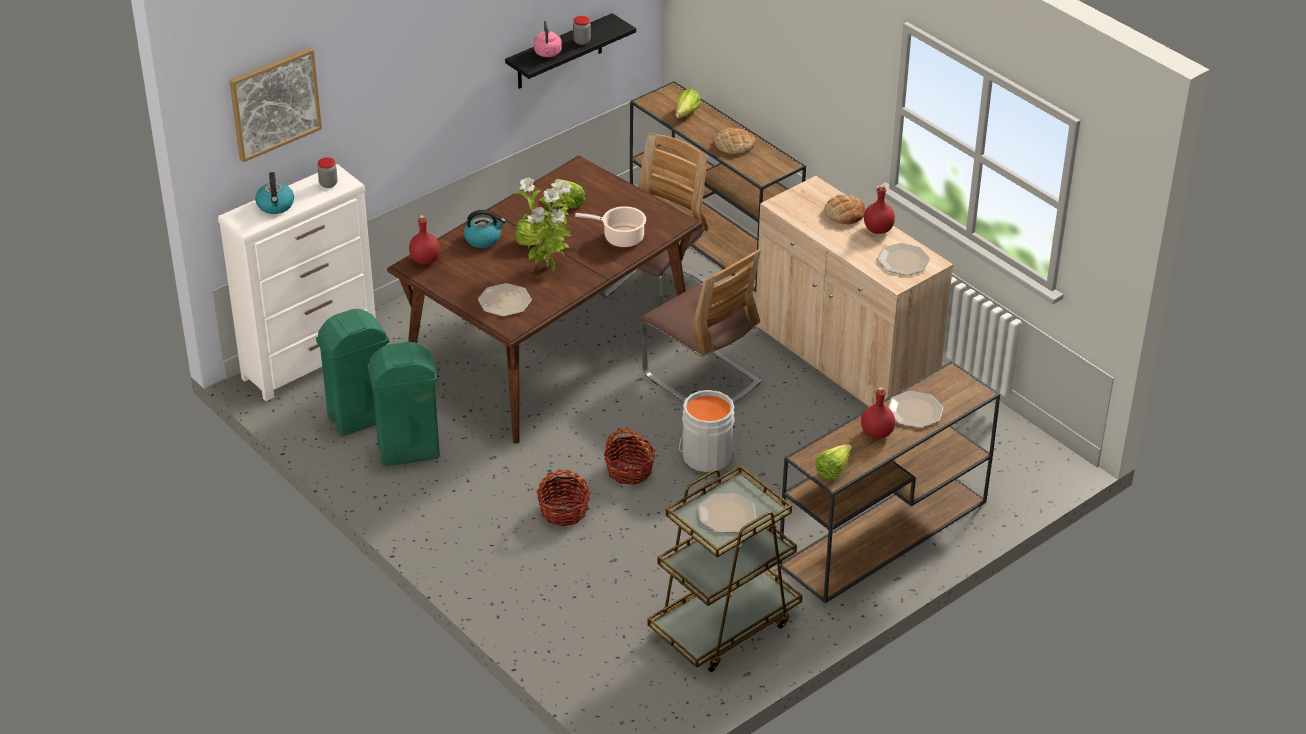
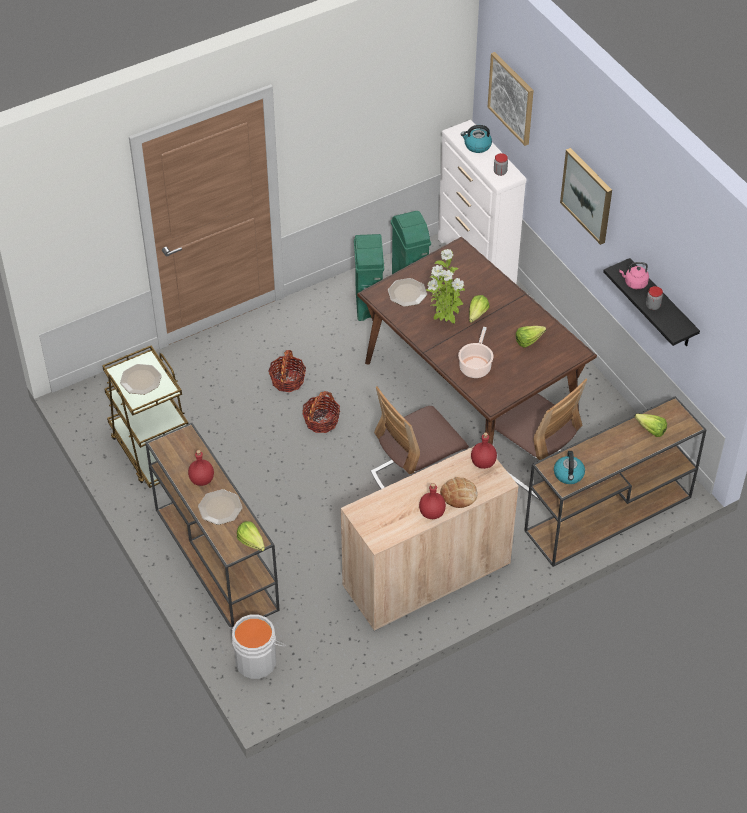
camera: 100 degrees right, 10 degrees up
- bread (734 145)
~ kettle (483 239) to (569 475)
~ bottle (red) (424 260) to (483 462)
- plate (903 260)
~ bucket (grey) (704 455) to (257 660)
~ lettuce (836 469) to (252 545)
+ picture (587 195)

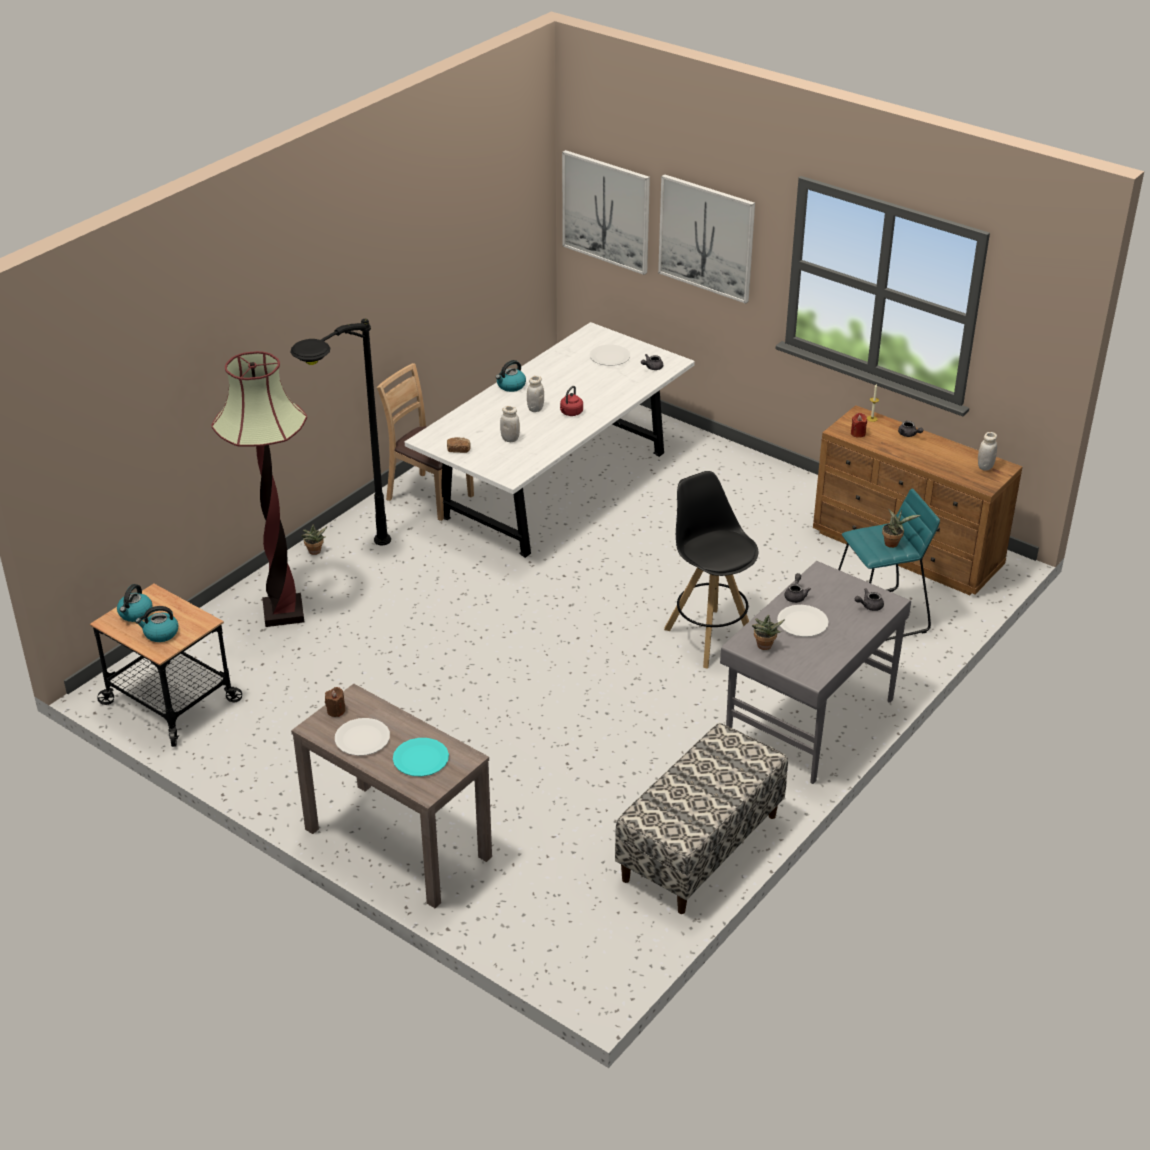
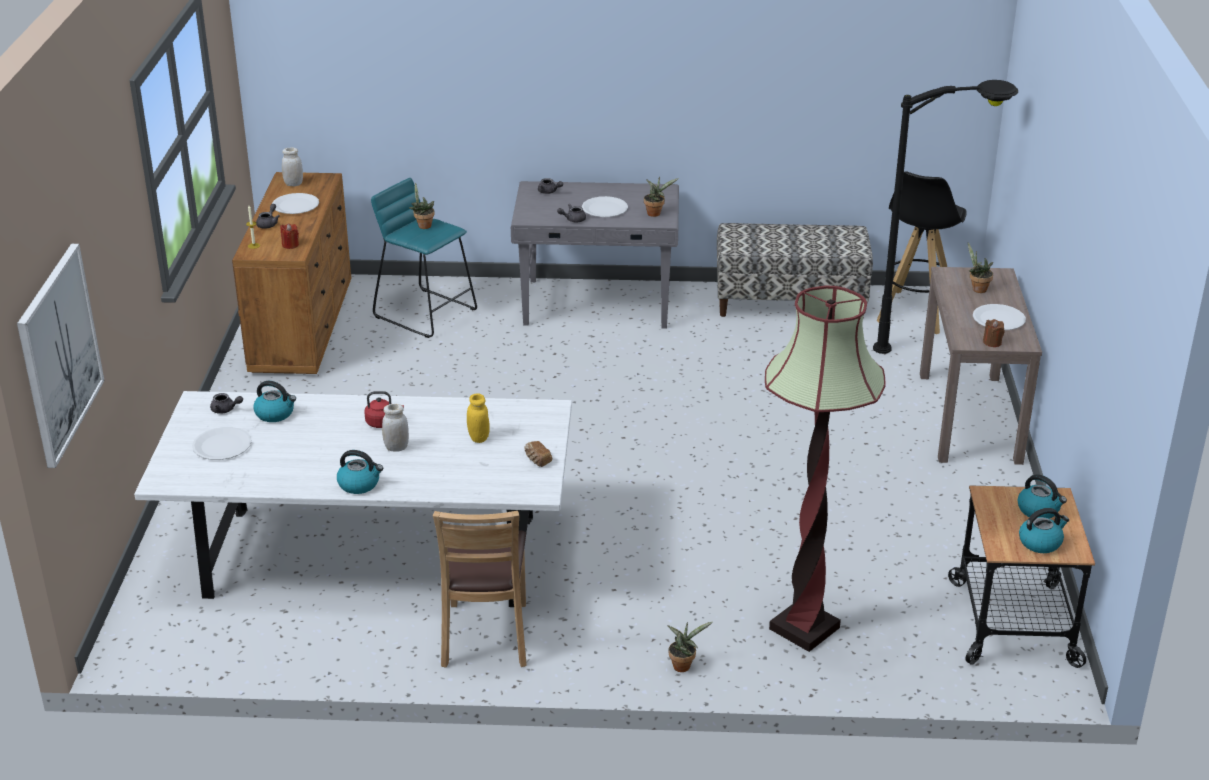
camera: 125 degrees left, 5 degrees down
- picture (706 238)
~ floor lamp (black) (348 567) to (940 348)
~ jar (white) (510 439) to jar (yellow) (478 438)
~ stool (black) (709 636) to (916 312)
~ plate (turquoise) (420 758) to potted plant (977 289)
+ plate (white) (295 205)
+ kettle (275 414)

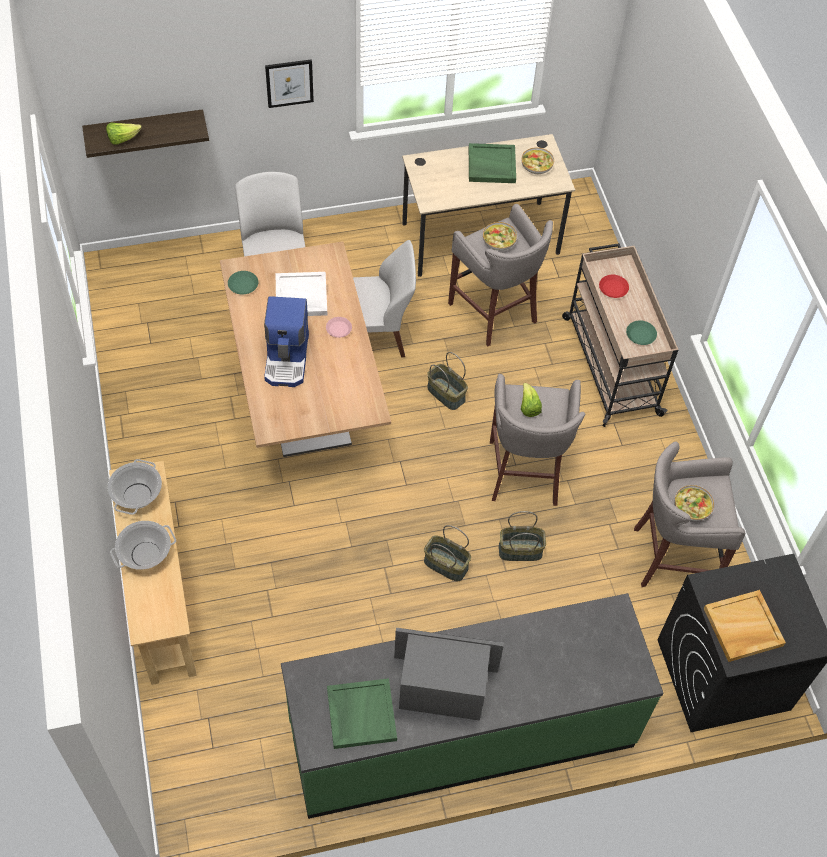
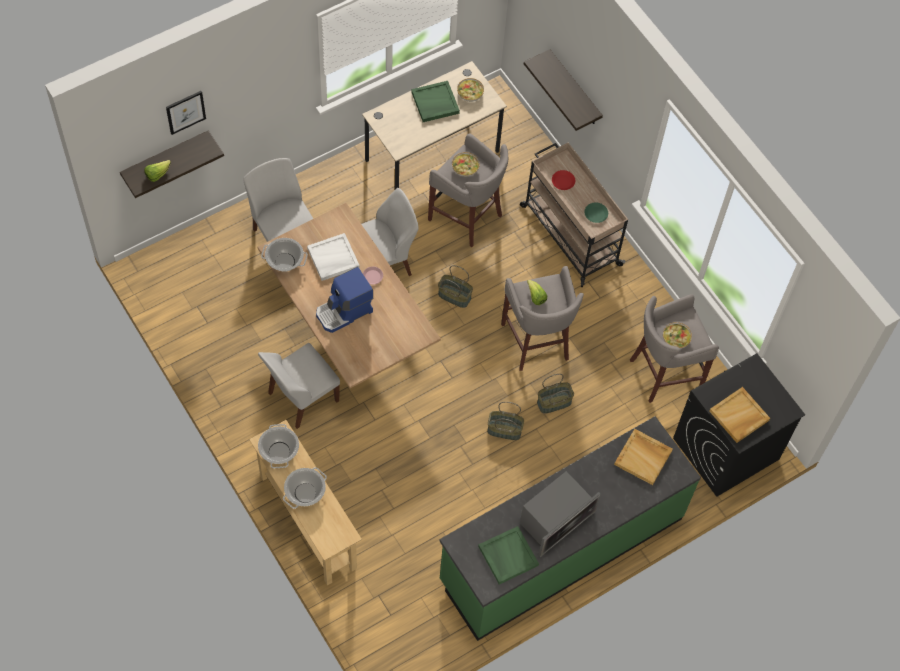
camera: 20 degrees left, 5 degrees up
~ picture (289 83) to (185 112)
~ plate (green) (243 285) to cooking pot (285 262)
~ coffee machine (287 358) = (344 312) 75 degrees clockwise
~ microwave (442 687) = (554 520) 150 degrees clockwise
+ shelf (574 89)
+ chair (white) (301 398)
+ tray (beige) (643 457)

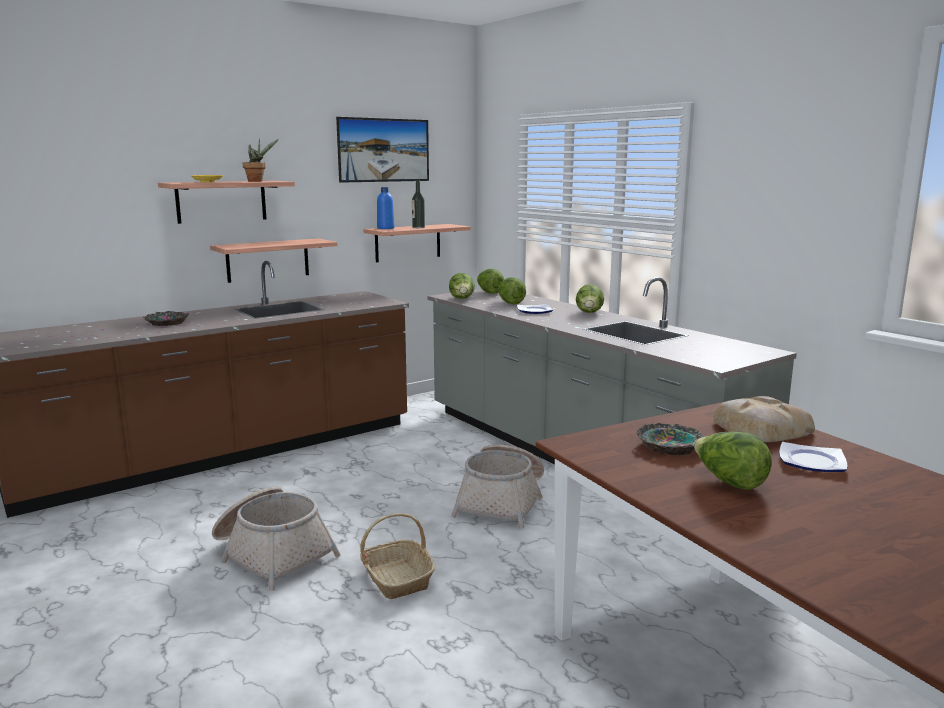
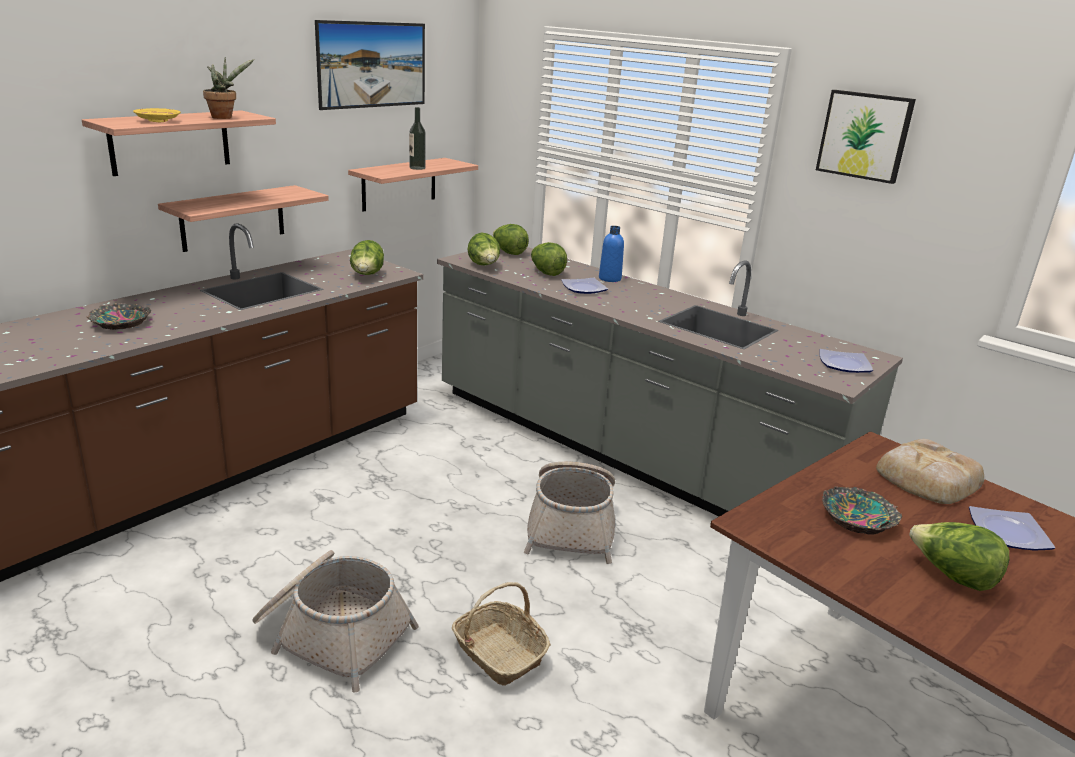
camera: 15 degrees left, 10 degrees up
~ bottle (blue) (385 228) to (609 279)
~ lettuce (589 313) to (367 275)
+ picture (865 135)
+ plate (843 364)

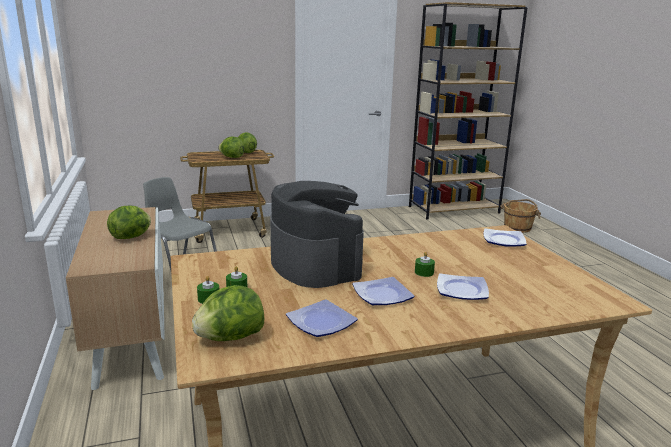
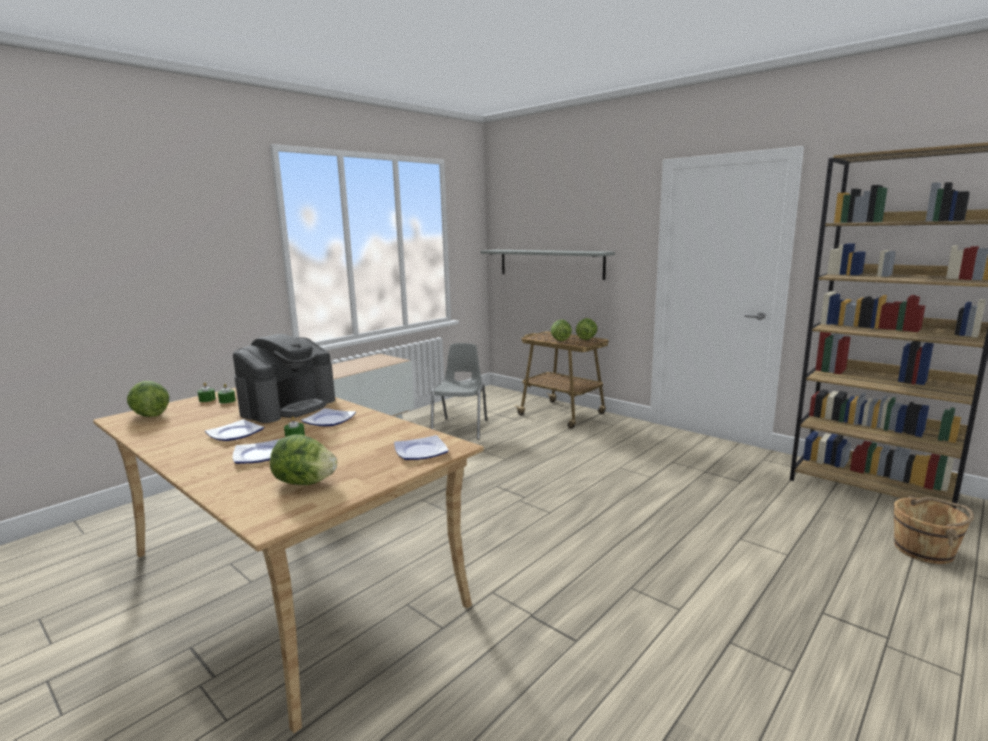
camera: 60 degrees right, 5 degrees down
~ lettuce (131 237) to (305 483)
~ plate (321 322) to (330 420)
+ shelf (grey) (550 263)

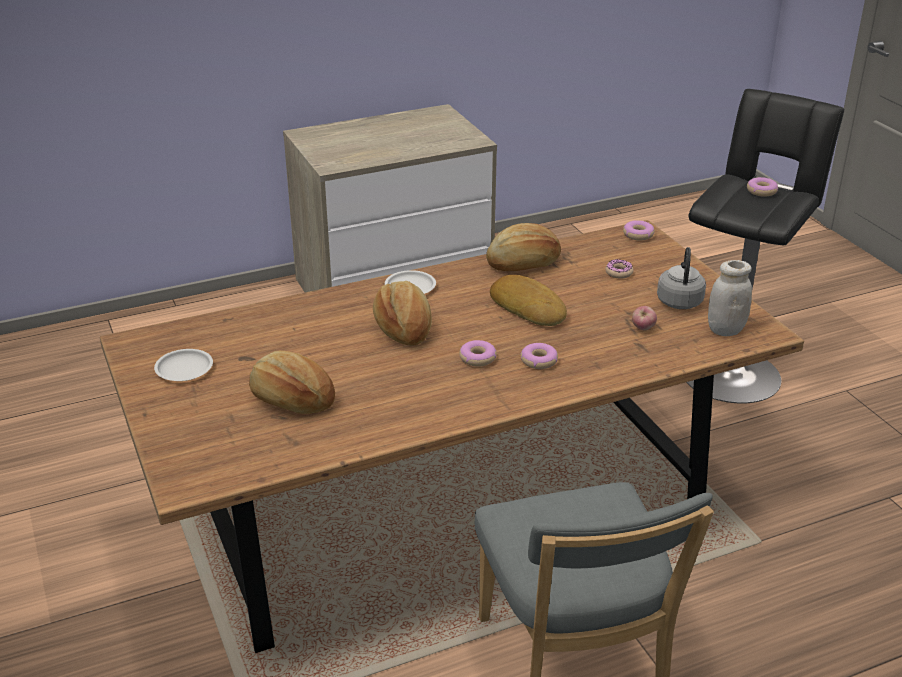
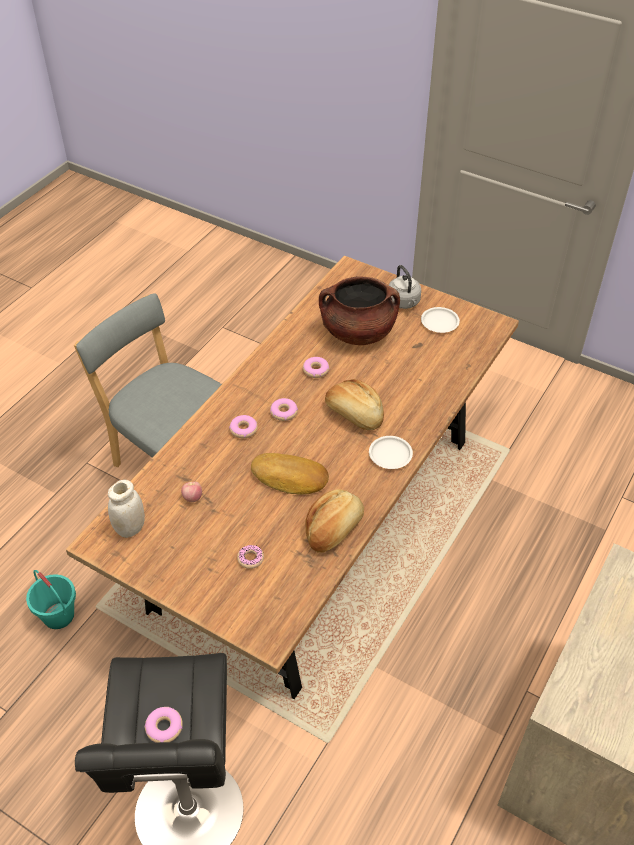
camera: 145 degrees right, 15 degrees up
~ donut (638 235) to (316 370)
~ kettle (grey) (679 300) to (404 303)
~ bread (292 399) to cooking pot (brown) (358 332)
+ bucket (turquoise) (58 615)

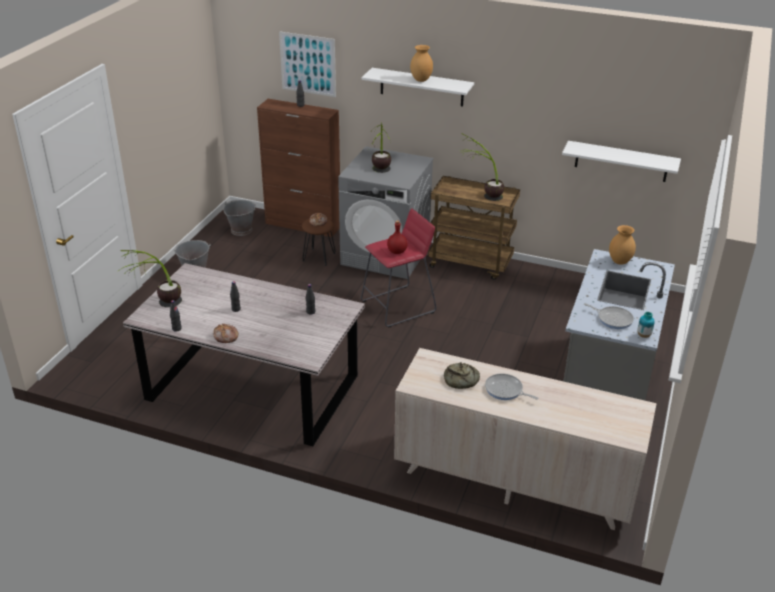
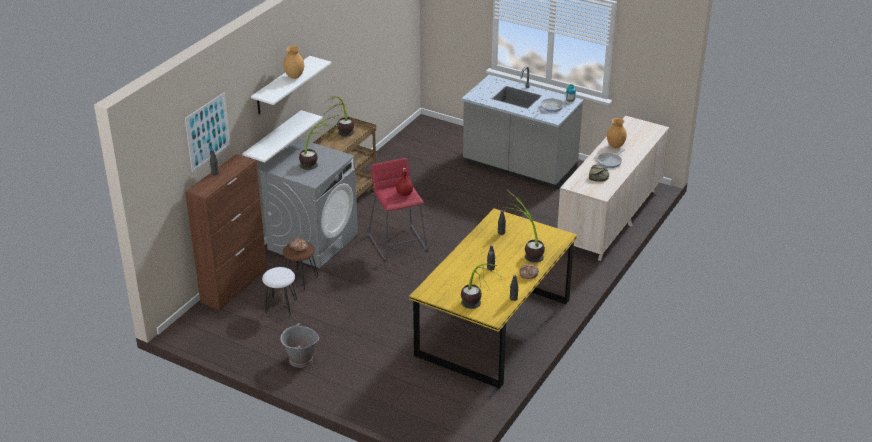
camera: 80 degrees left, 0 degrees up
~ shelf (white) (621 161) to (273 141)
- bucket (grey) (241 230)
~ vase (brown) (620 261) to (615 146)
~ dining table (grey) (252 388) to dining table (yellow) (494 327)
+ potted plant (525 252)
+ stool (white) (281 306)

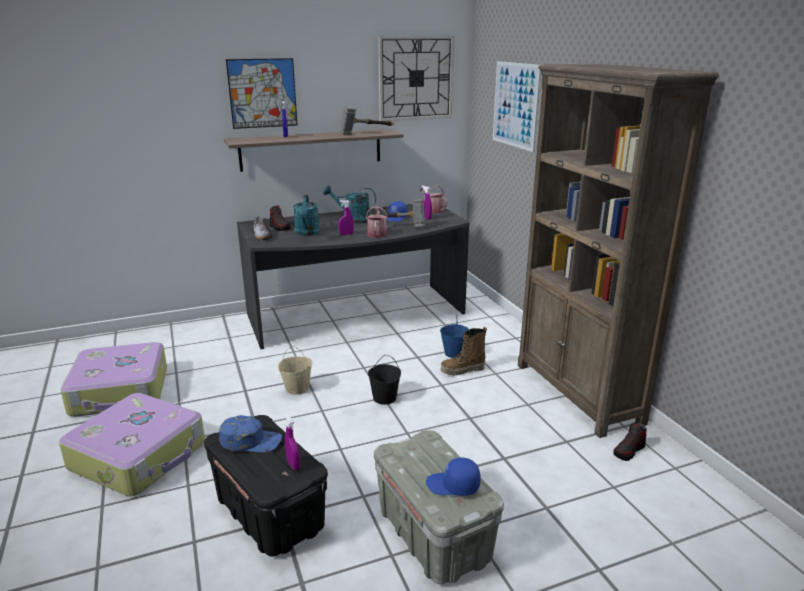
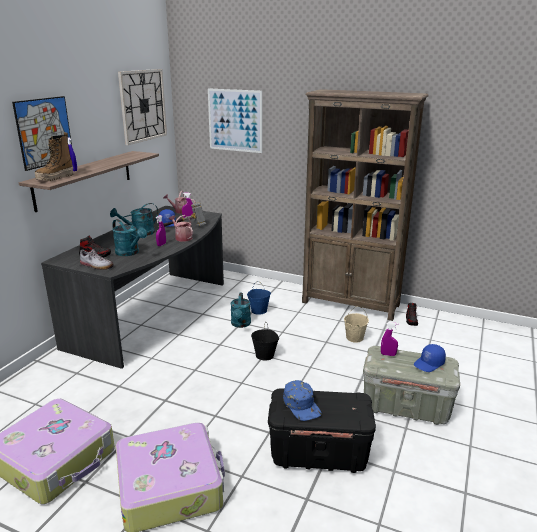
camera: 45 degrees left, 0 degrees up
- hammer (366 133)
~ boot (462 370) to (55 178)
~ bucket (beige) (297 388) to (354 338)
~ cap (blue) (251 440) = (302 405) 105 degrees clockwise
~ spray bottle (purple) (293 465) to (388 354)
+ watering can (turquoise) (240 324)

